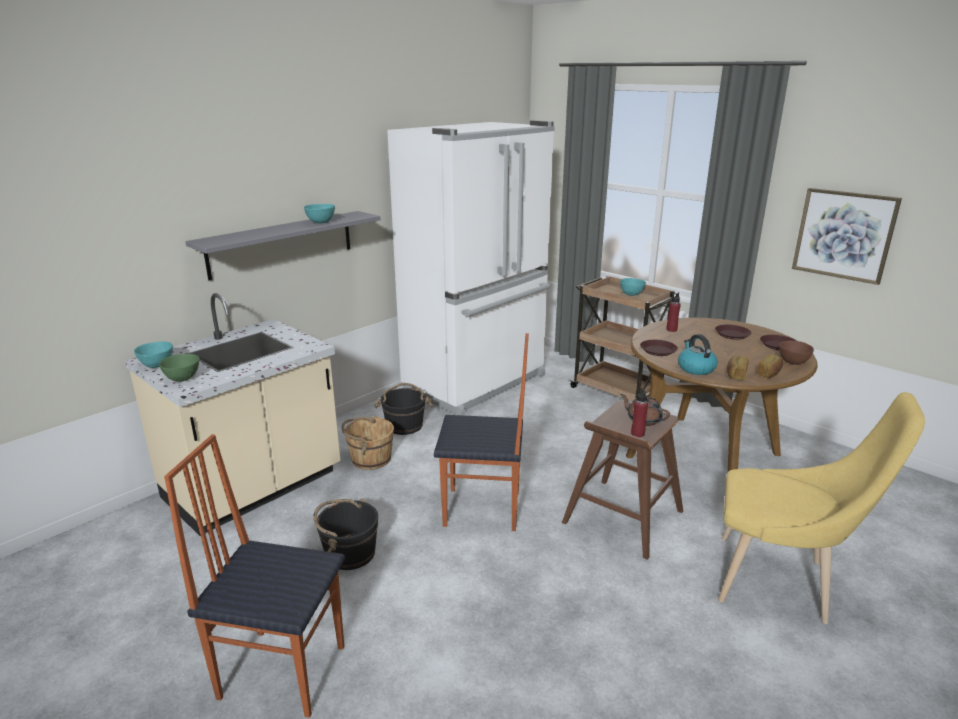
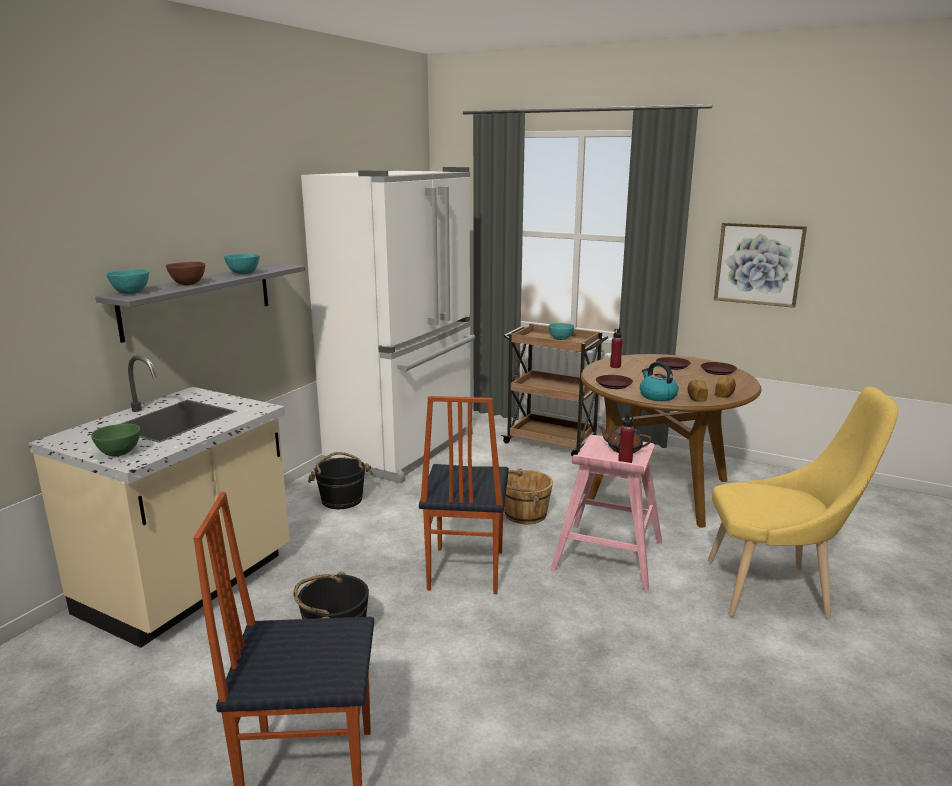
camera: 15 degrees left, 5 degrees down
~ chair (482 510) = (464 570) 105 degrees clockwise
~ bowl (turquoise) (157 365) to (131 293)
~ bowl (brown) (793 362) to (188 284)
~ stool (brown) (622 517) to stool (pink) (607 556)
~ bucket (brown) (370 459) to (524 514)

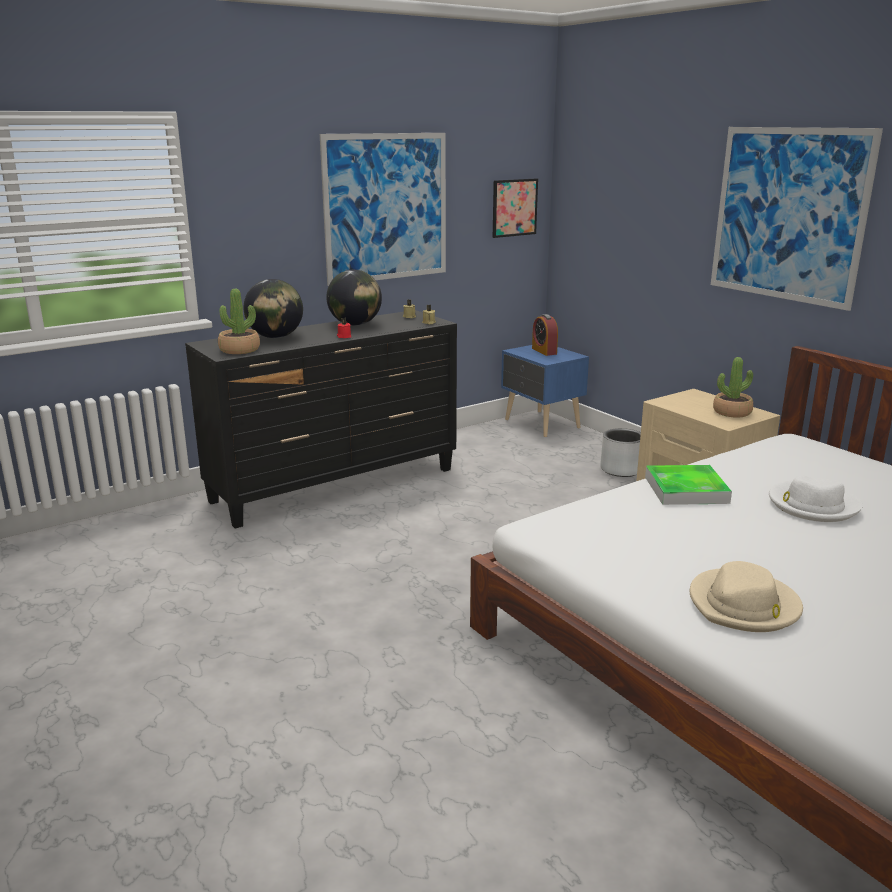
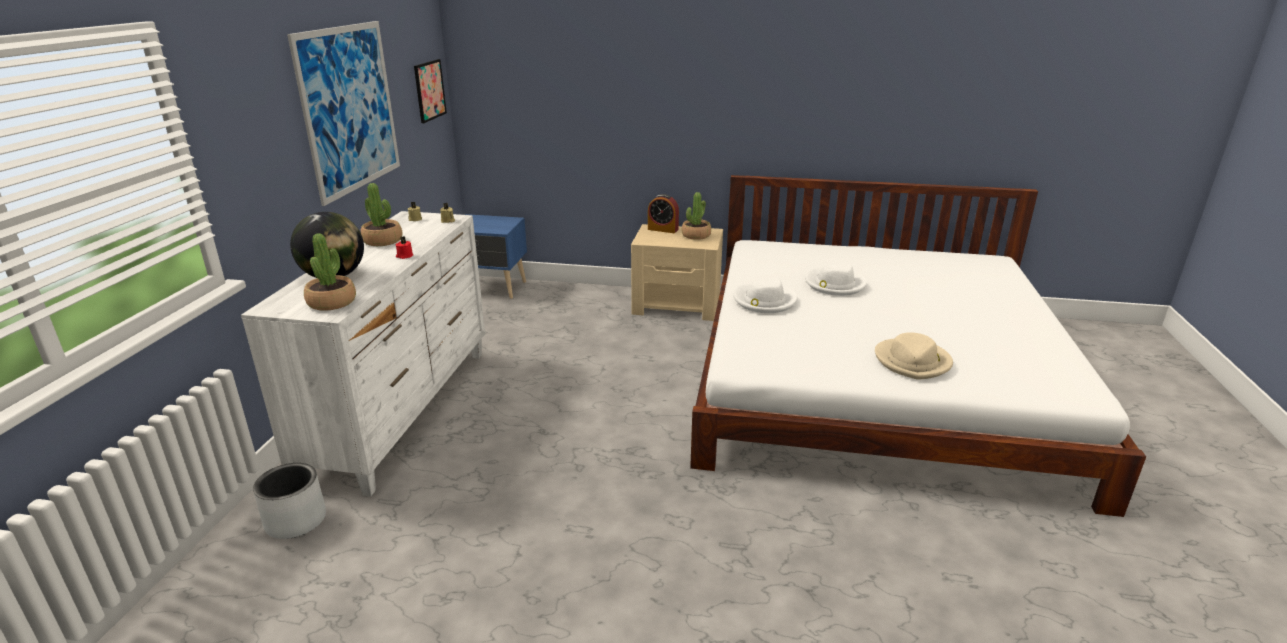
camera: 45 degrees left, 5 degrees up
- picture (788 215)
~ globe (355 324) to potted plant (383 241)
~ dresser (black) (336 485) to dresser (white) (403 411)
~ alarm clock (544 351) to (663 229)
~ planter (grey) (621 469) to (296 520)
~ tray (686 490) to hat (white) (764 301)

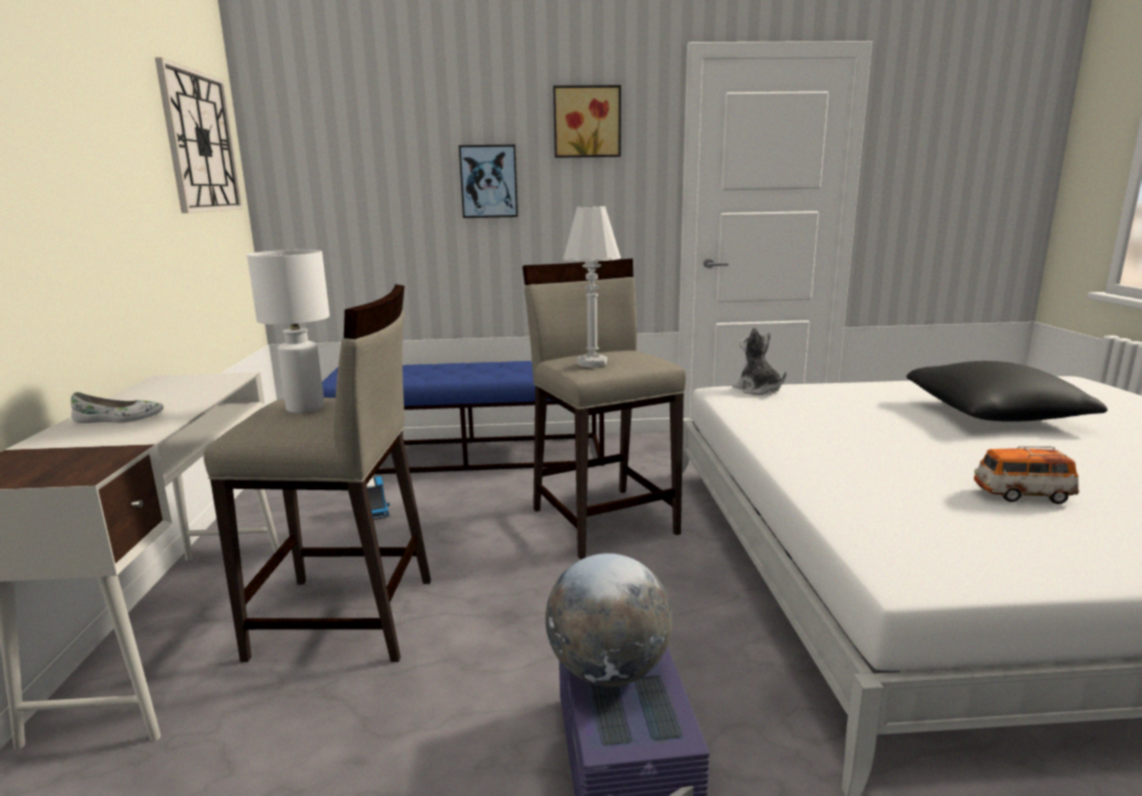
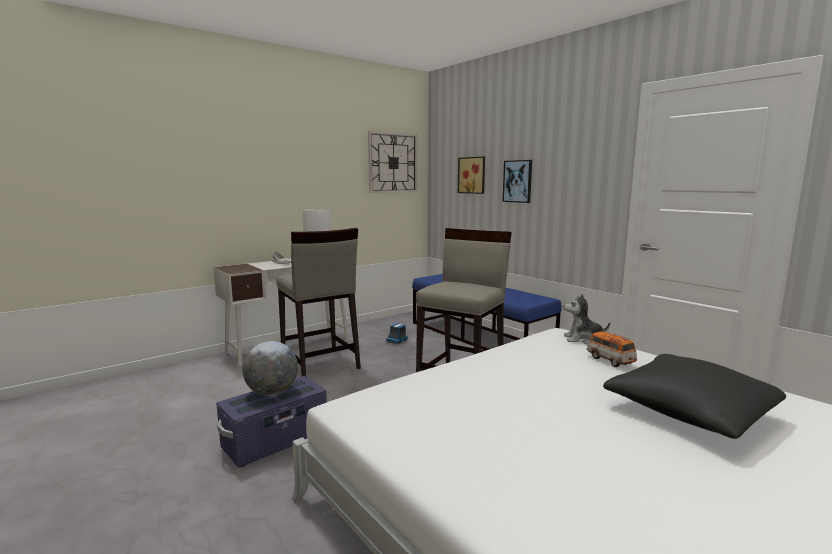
camera: 55 degrees right, 5 degrees down
~ picture (587 122) to (472 175)
- table lamp (white) (592 363)
~ plush toy (757 390) = (583 339) 105 degrees counterclockwise
~ toy car (1022 495) to (610 360)

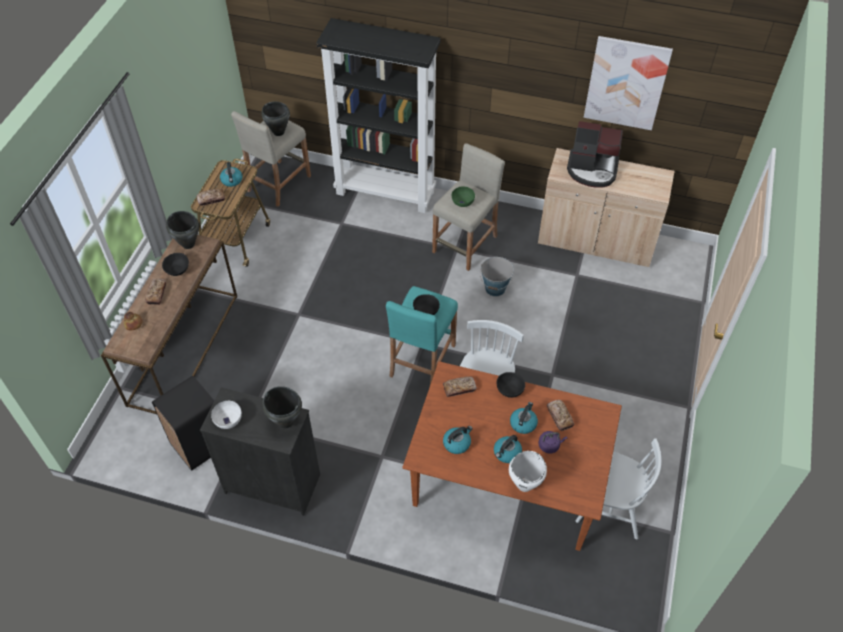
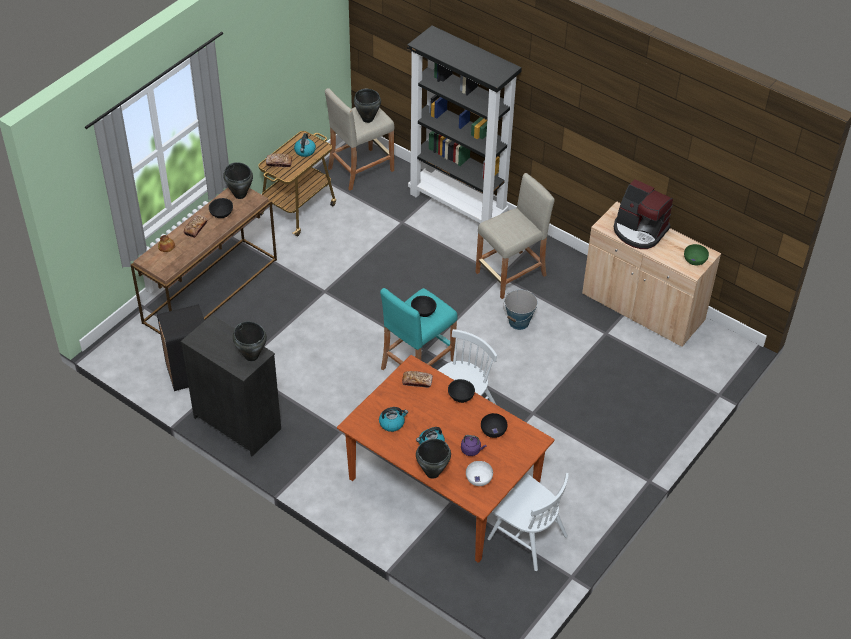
camera: 20 degrees right, 5 degrees down
- picture (626 83)
~ bowl (green) (463 202) to (695 260)
~ bread (559 417) to bowl (black) (493 431)
~ bowl (white) (228 420) to (479 479)
- kettle (523 423)
~ cooking pot (white) (524 485) to cooking pot (black) (432 473)

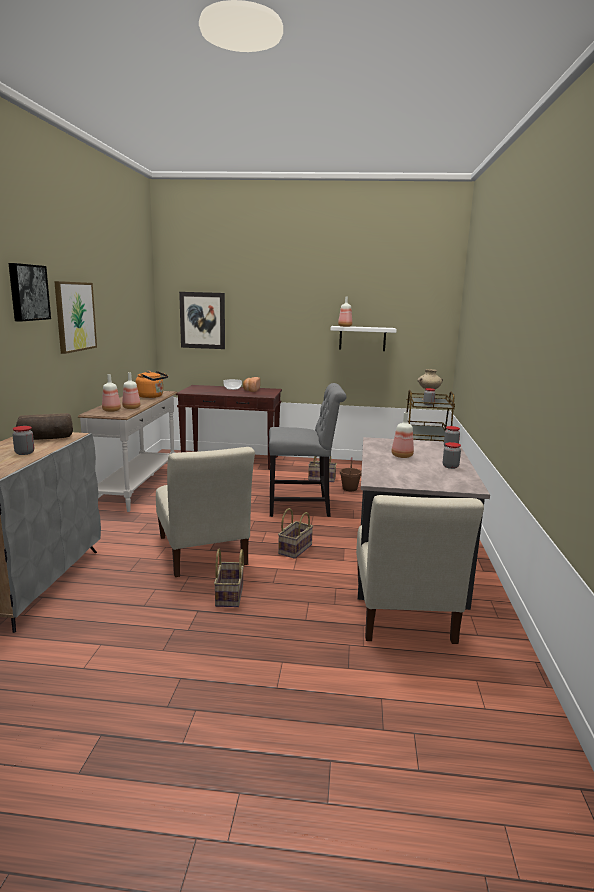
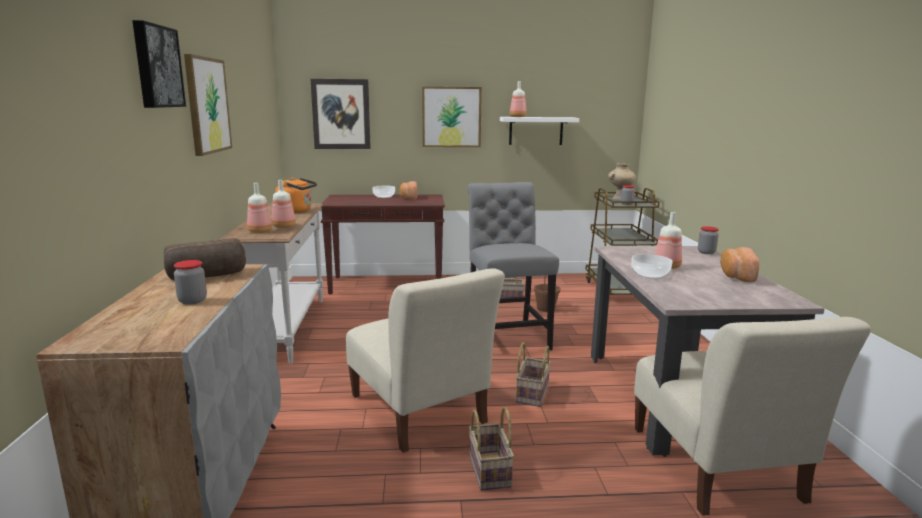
camera: 10 degrees left, 0 degrees up
~ chair (grey) (303 507) = (506 336) 90 degrees counterclockwise
~ jar (450 466) to bread (736 276)
+ picture (451 117)
+ bowl (649 275)

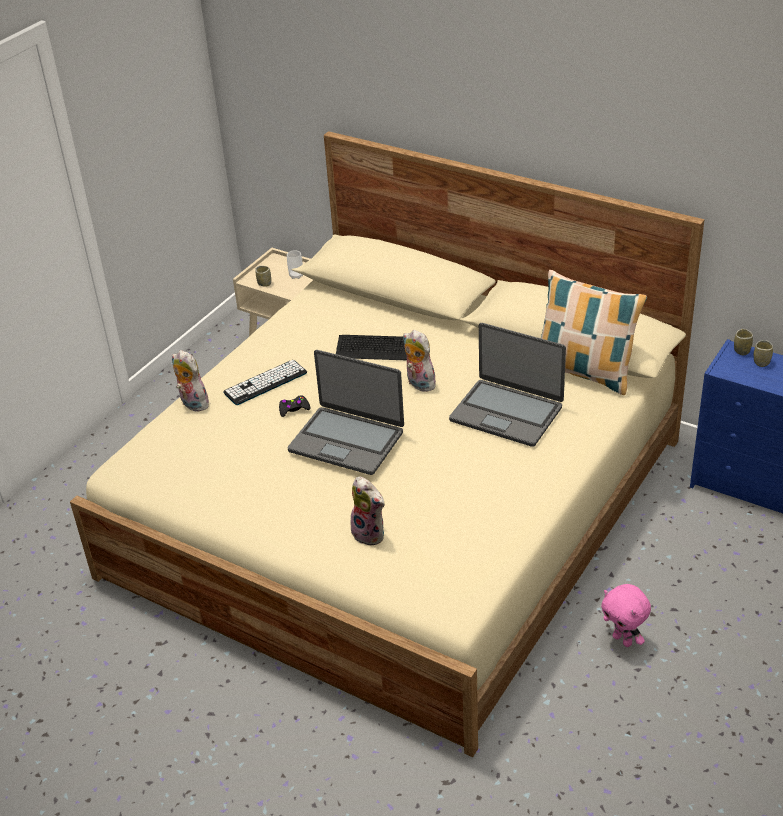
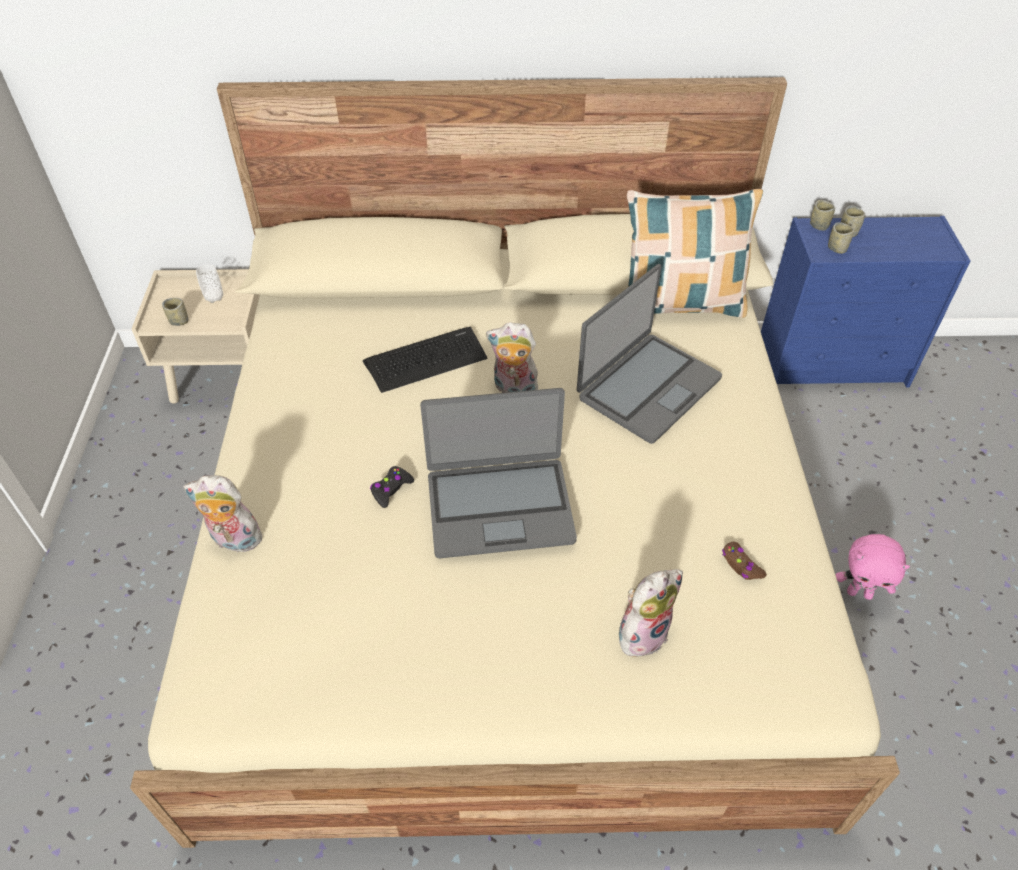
camera: 35 degrees left, 10 degrees up
~ laptop (507 413) = (647 387) 45 degrees counterclockwise
- keyboard (265 383)
~ plush toy (370 534) = (642 632) 45 degrees counterclockwise
+ cup (837 248)
+ game controller (brown) (741 565)

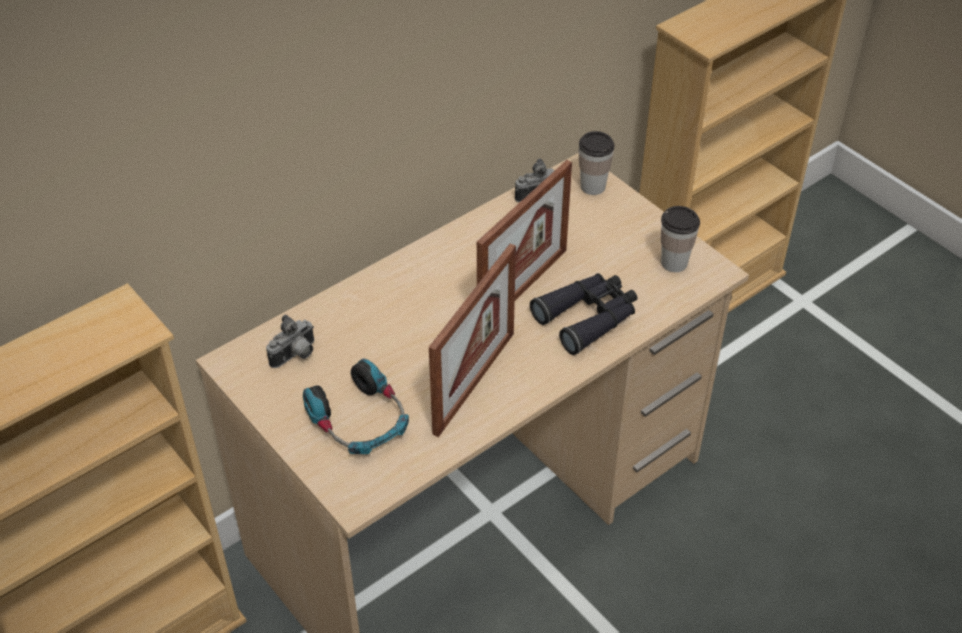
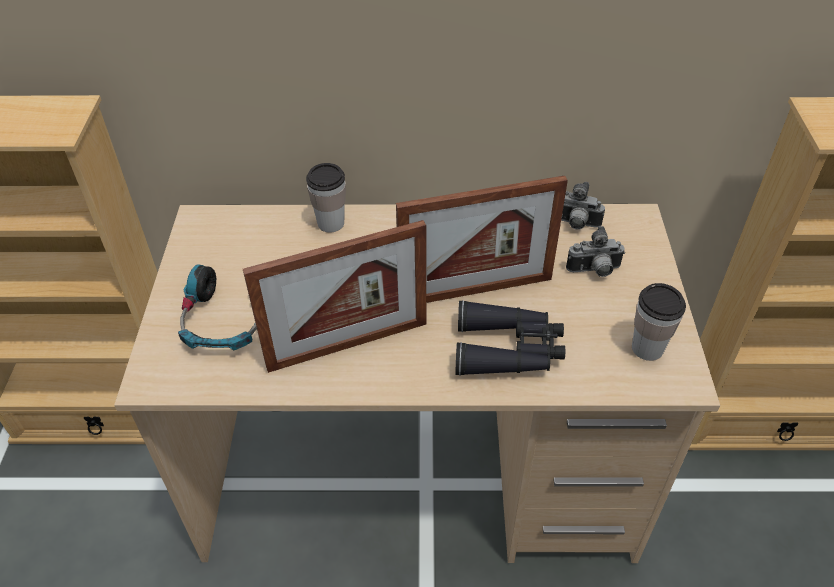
camera: 40 degrees right, 0 degrees up
~ cup (593 186) to (331 223)
~ photo camera (295 356) to (594 271)

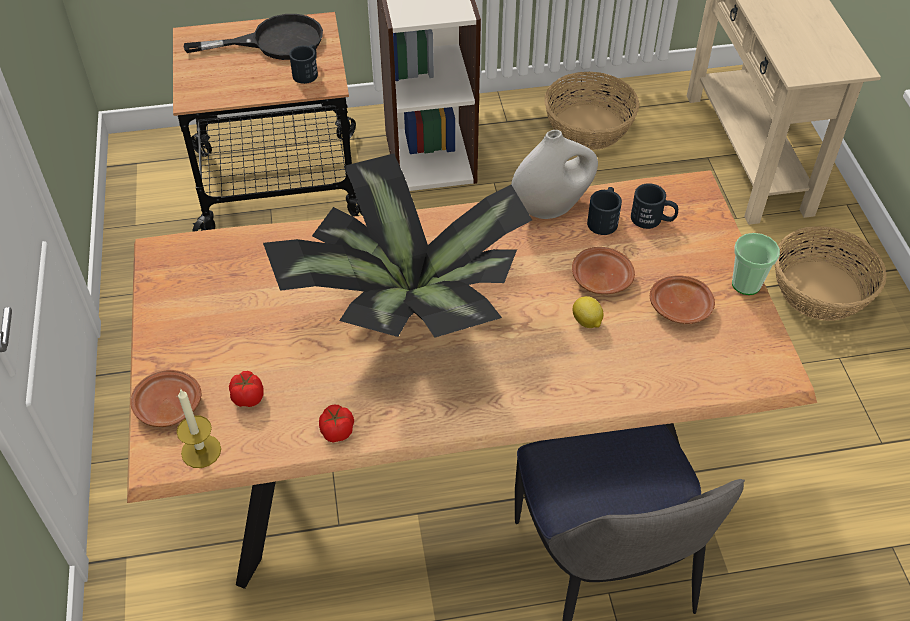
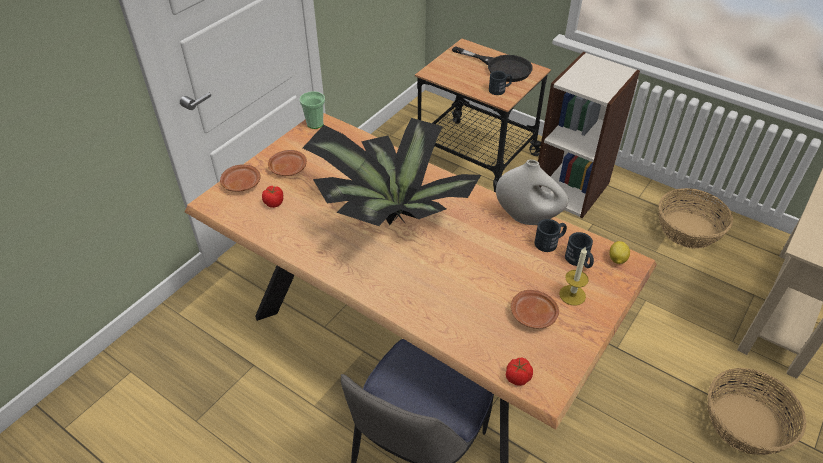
camera: 45 degrees right, 5 degrees down
~ cup (746 284) to (315 124)
~ plate (brown) (600 278) to (288 168)
~ lemon (587 322) to (617 259)
~ candle (201 451) to (572 295)
~ tomato (337 432) to (517 377)

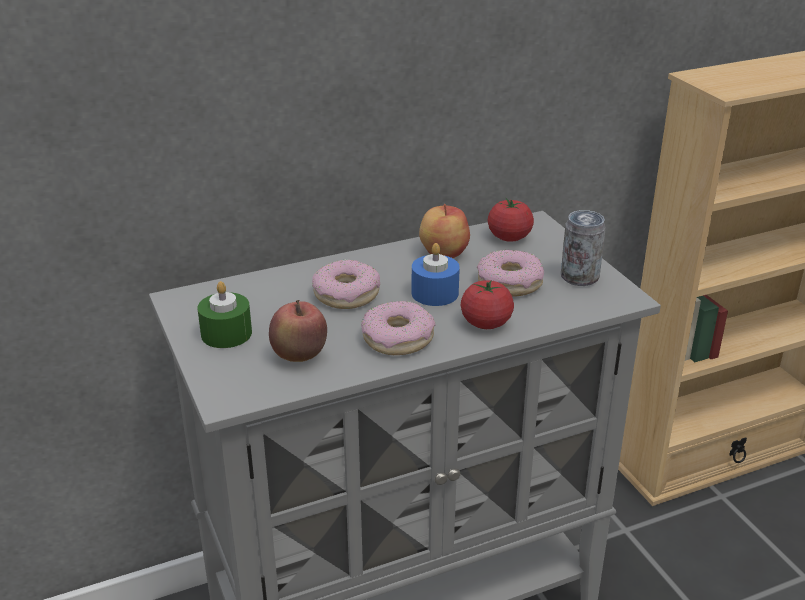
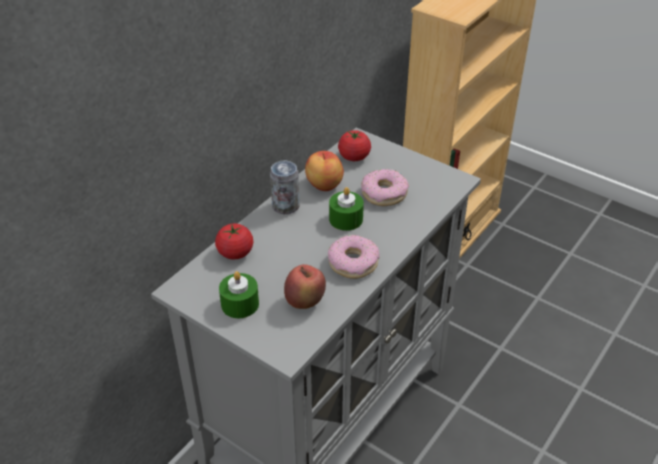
camera: 30 degrees left, 10 degrees up
~ can (579 277) to (285 206)
~ candle (blue) (435 293) to candle (green) (346 219)
- donut (346 294)
~ tomato (486 323) to (235 253)

